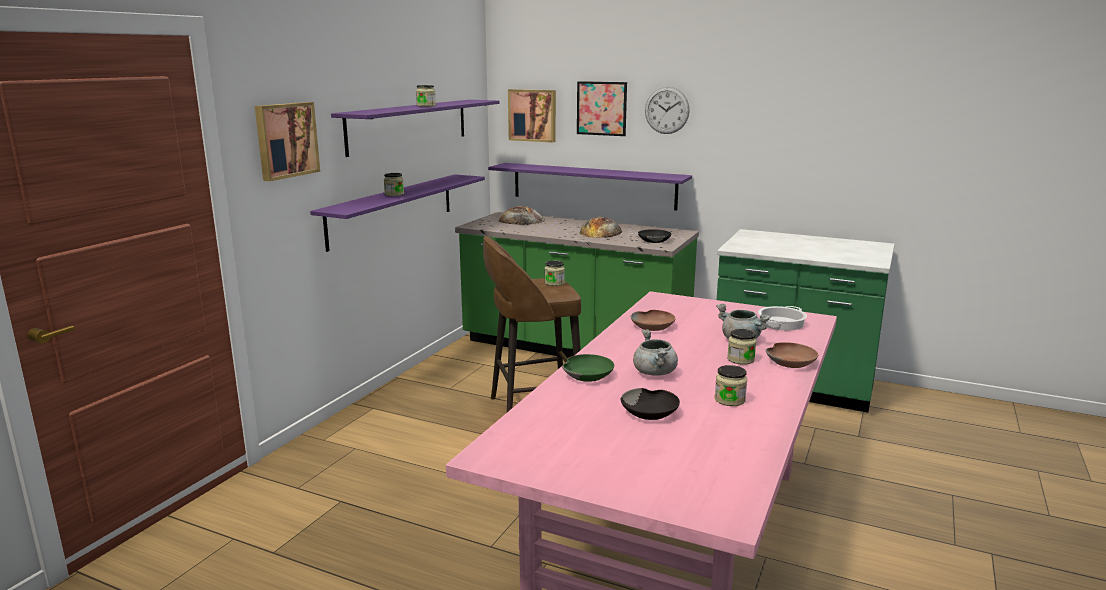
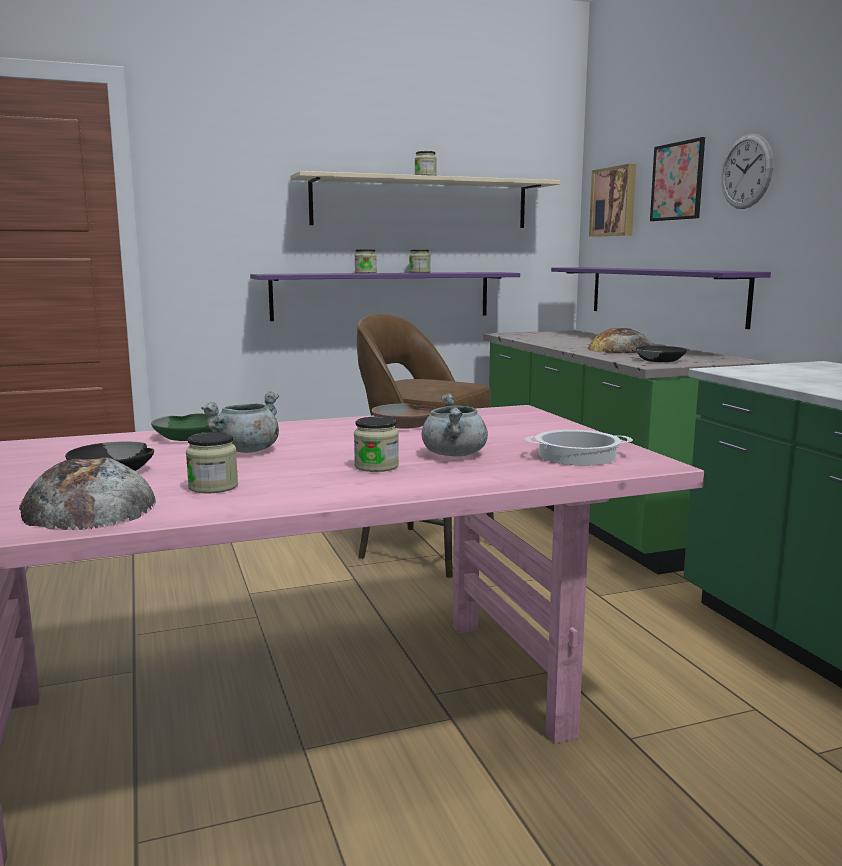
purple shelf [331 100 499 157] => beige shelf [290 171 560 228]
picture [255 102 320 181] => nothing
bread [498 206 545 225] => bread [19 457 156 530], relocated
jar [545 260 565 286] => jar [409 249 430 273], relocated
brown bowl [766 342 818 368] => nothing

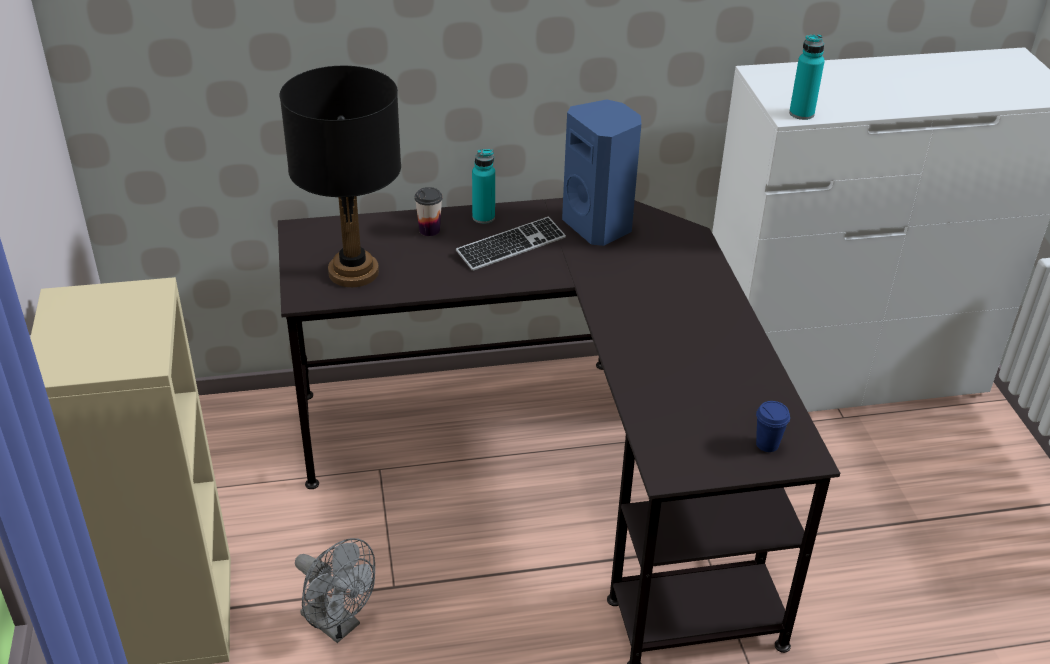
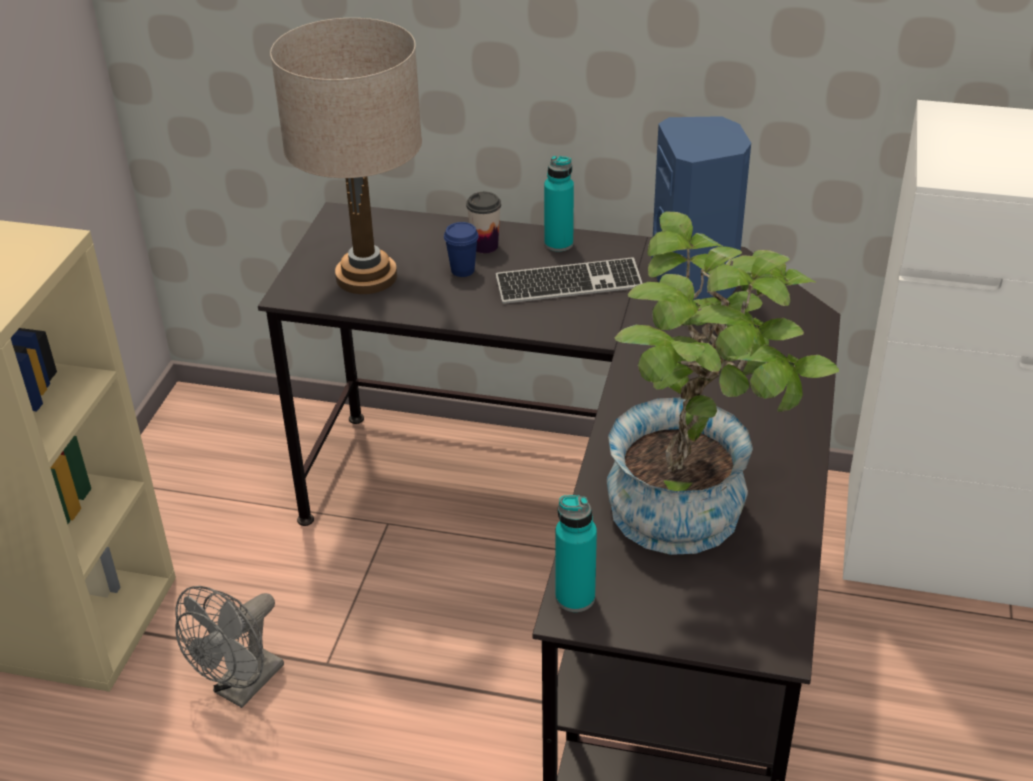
turquoise bottle [789 34 825 120] => turquoise bottle [555 495 597 612], relocated
black table lamp [280 66 401 287] => beige table lamp [270 18 422 294]
blue cup [756 401 790 452] => blue cup [444 222 479 277], relocated
grey fan [295 538 375 643] => grey fan [175 586 284 708], 60 degrees clockwise
nothing => potted plant [607 212 839 555]

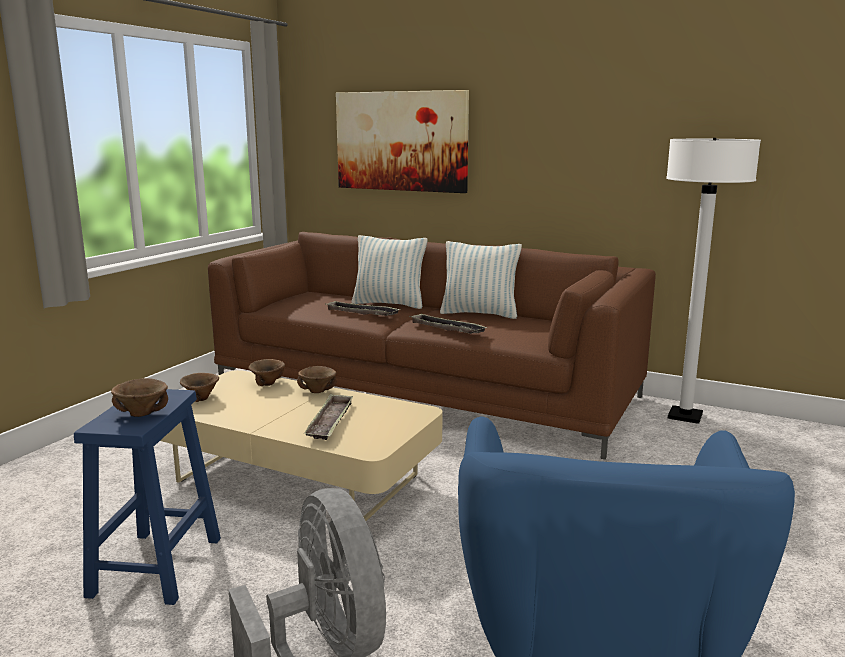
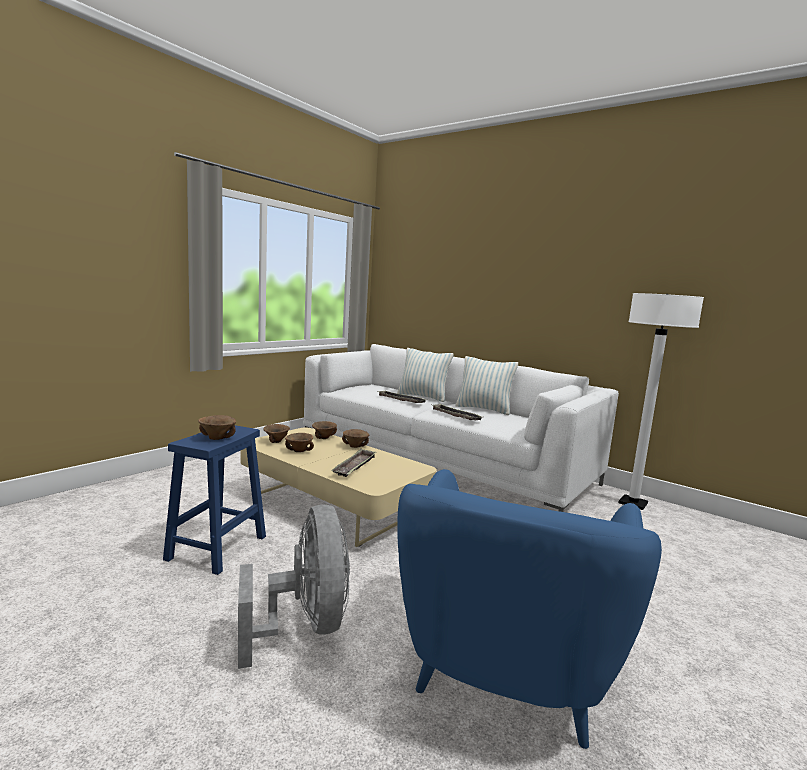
picture [336 90 469 193] => nothing
brown sofa [208 232 656 460] => white sofa [303 344 619 512]
nothing => brown bowl [285 433 314 452]

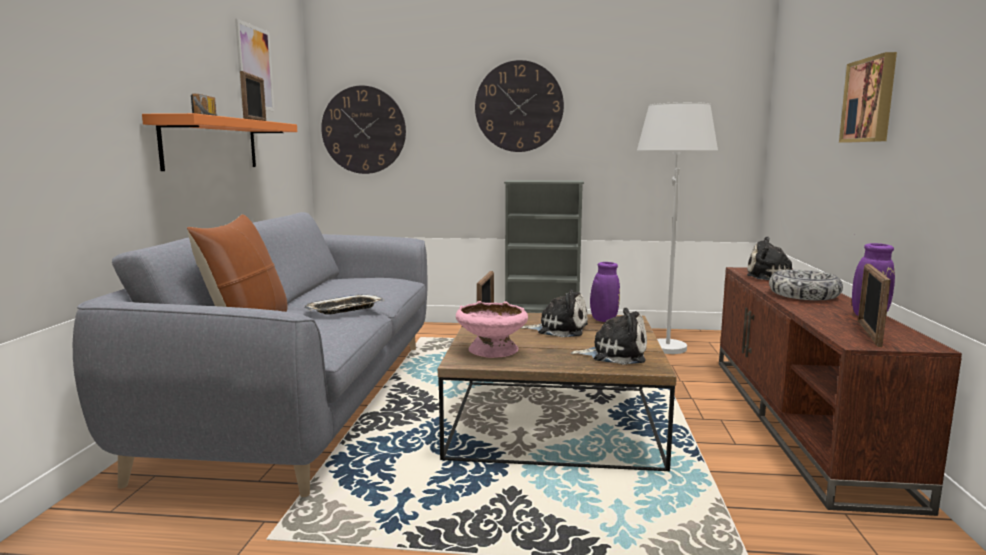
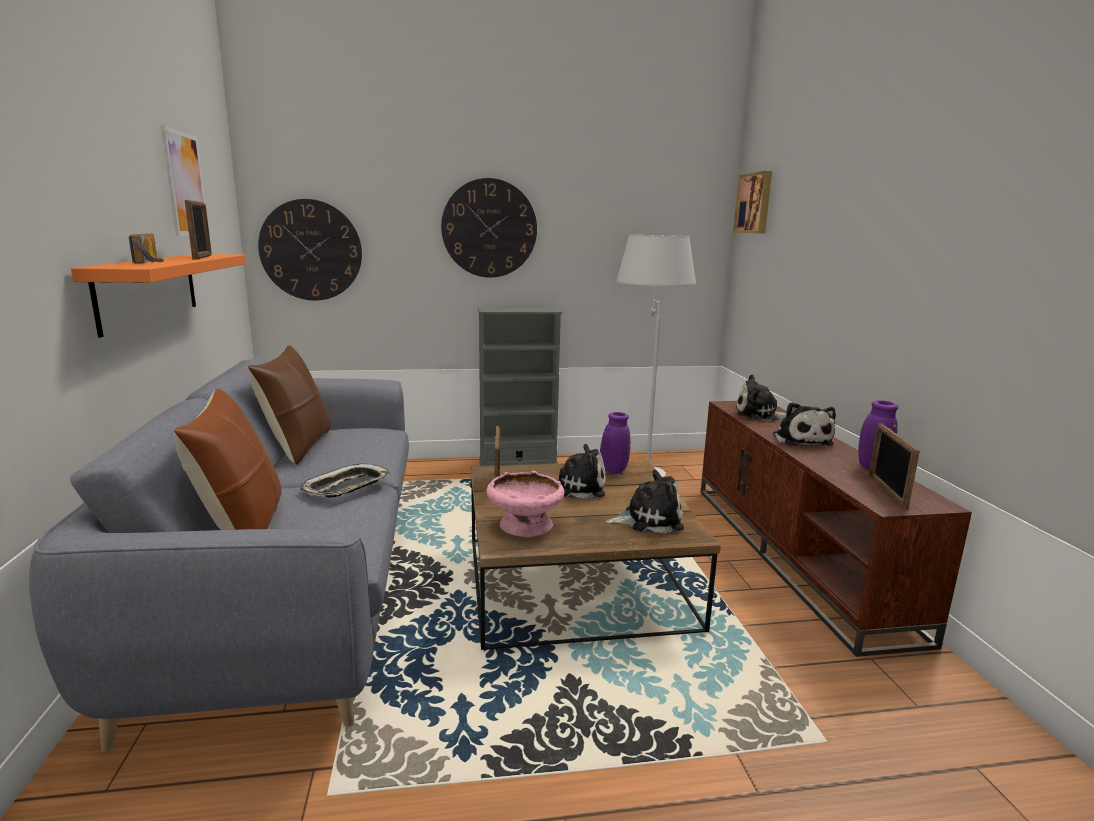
picture [839 52 897 143] => picture [733 171 772 233], relocated
bowl [769 270 843 300] => plush toy [773 402 836 446]
nothing => brown pillow [248 345 331 465]

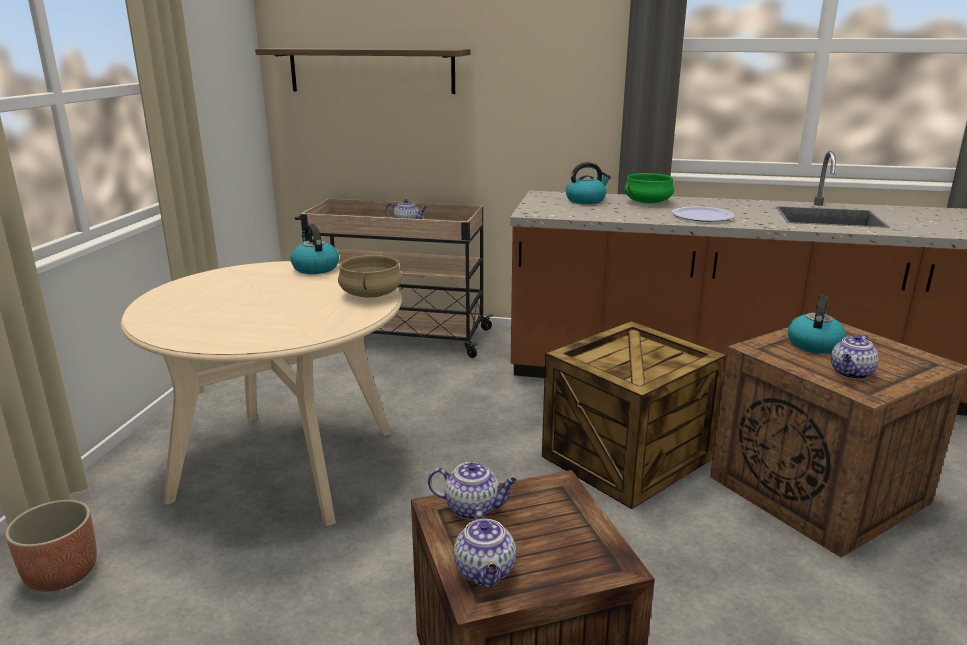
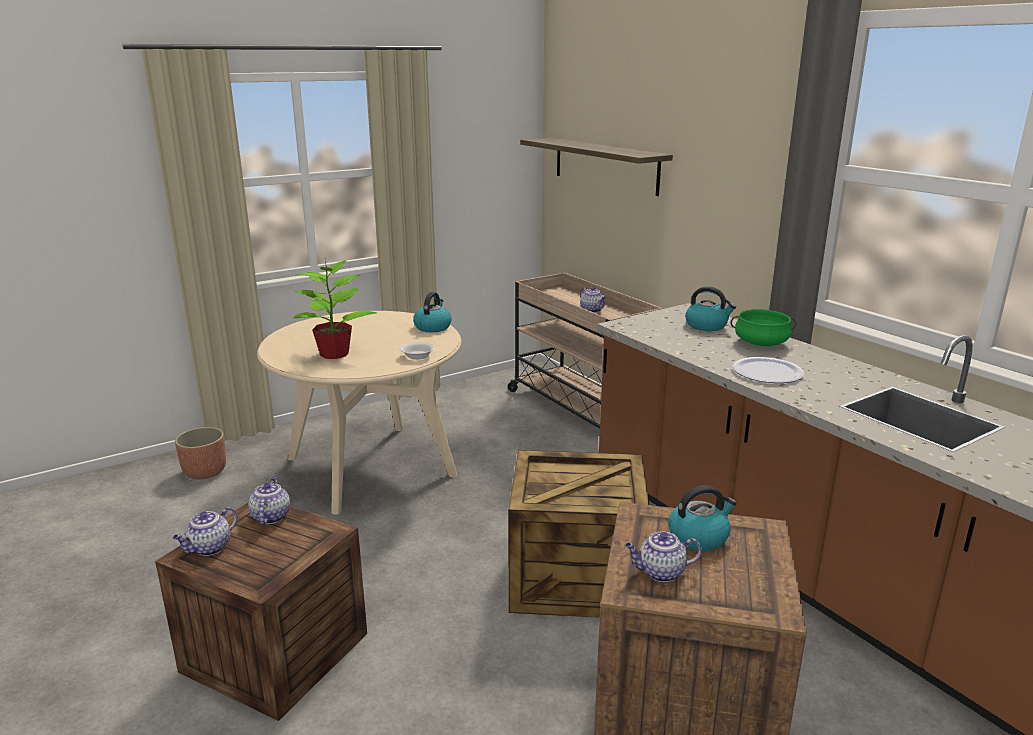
beige cooking pot [338 255 402 298] => white bowl [400 342 435 360]
teapot [428 462 517 520] => teapot [248 476 290 524], 150 degrees counterclockwise
nothing => potted plant [294 259 376 359]

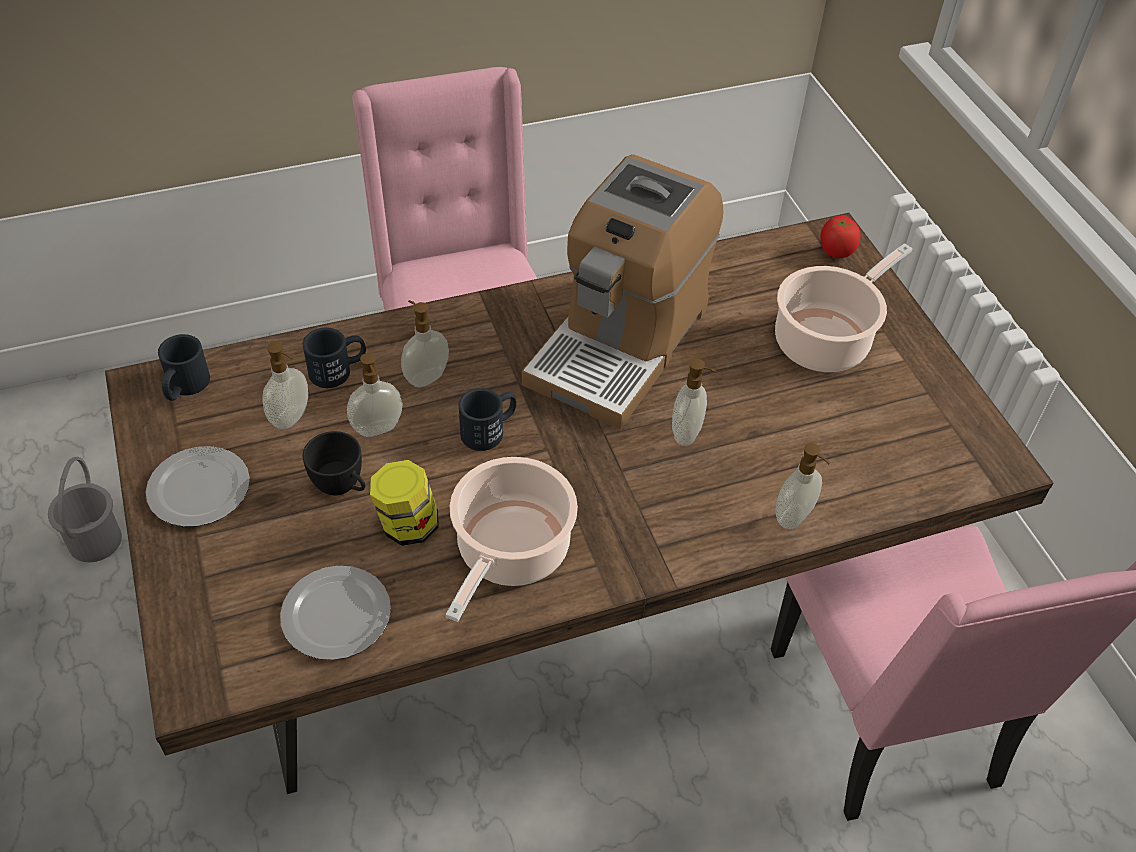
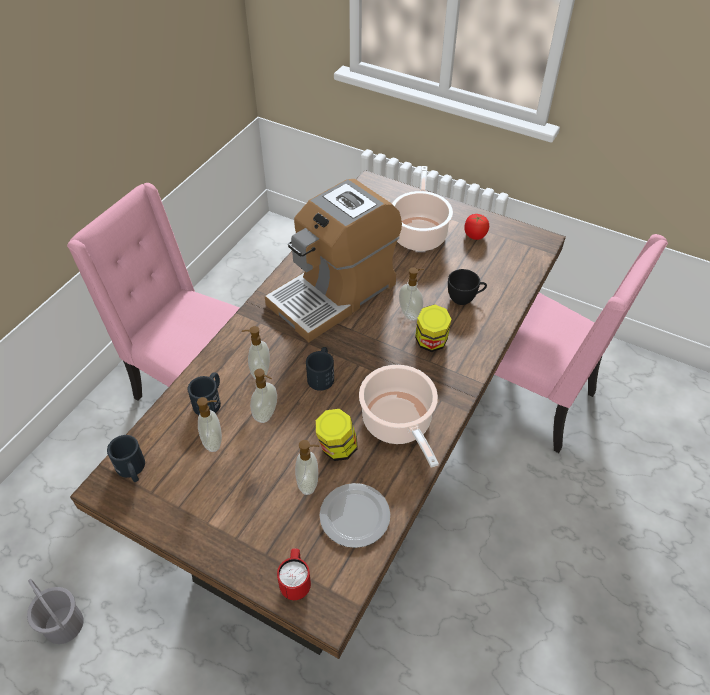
coffee machine [522 154 723 429] => coffee machine [265 179 402 342], 60 degrees clockwise
tomato [820 216 860 258] => tomato [464 214 489 240], relocated
black cup [303 431 365 495] => black cup [448 269 487 305], relocated
soap dispenser [775 443 830 529] => soap dispenser [295 440 319 495], relocated
plate [146 446 250 527] => nothing
nothing => jar [415 304 451 352]
nothing => red mug [277 548 311 600]

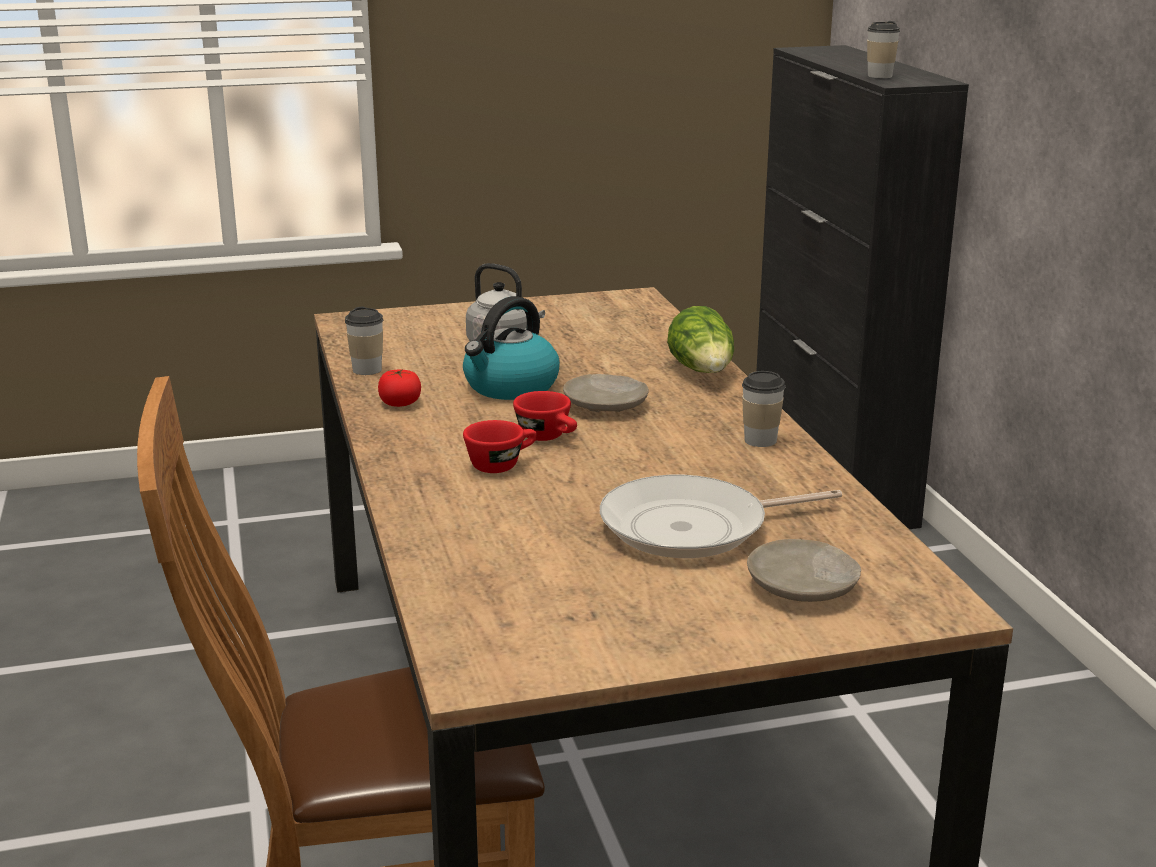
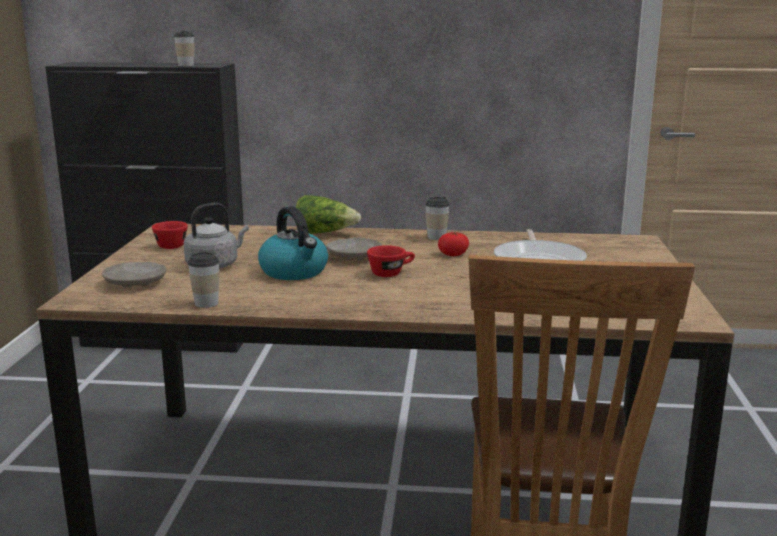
tomato [378 369 421 407] => tomato [438 232 469 256], relocated
red cup [463 420 537 473] => red cup [152 221 188 249], relocated
beige plate [747 539 861 602] => beige plate [102 262 166 288], relocated

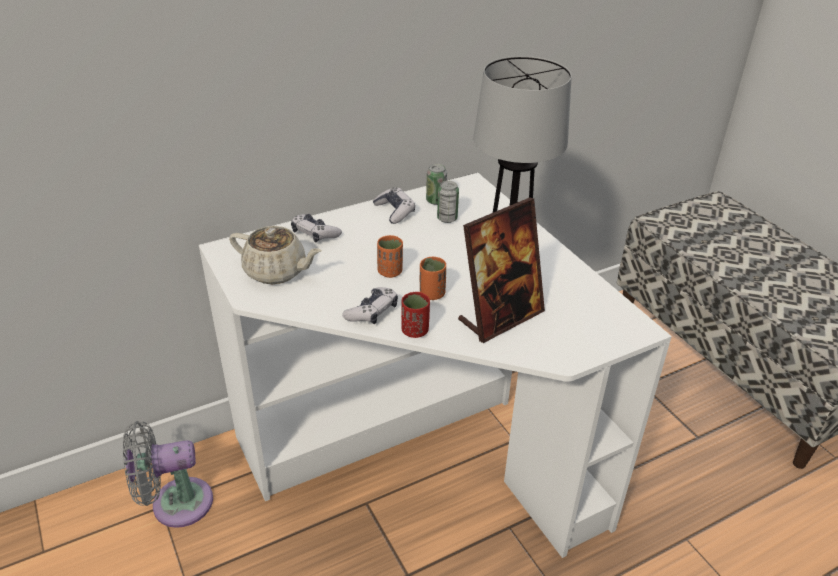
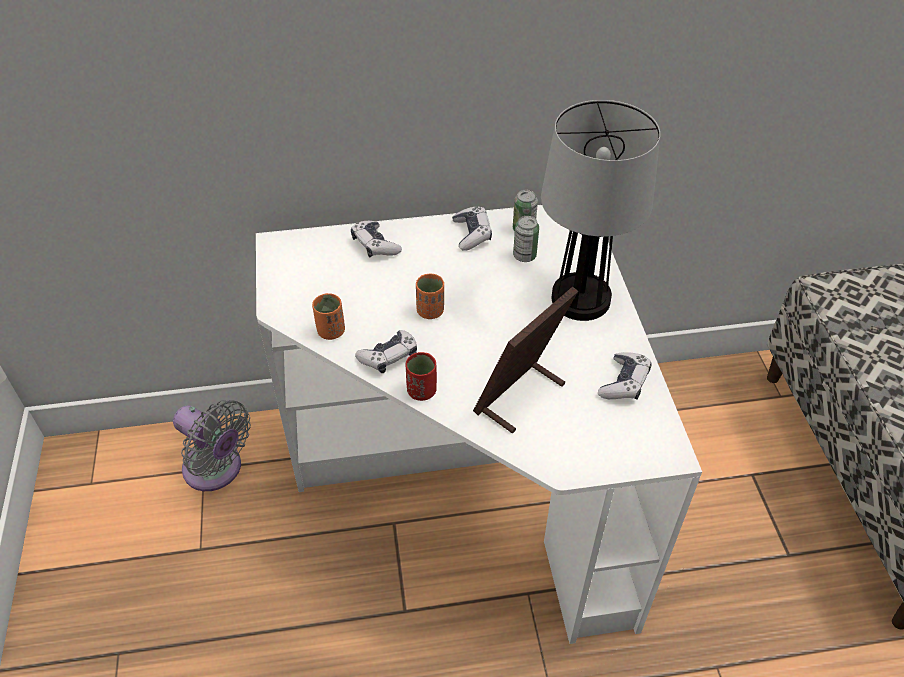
picture frame [458 197 545 343] => picture frame [473 287 578 433], 150 degrees clockwise
beige teapot [229 226 322 284] => nothing
orange cup [420 257 446 300] => orange cup [312 293 345 340], relocated
grey fan [123 421 213 528] => grey fan [173 400 251 491], 150 degrees counterclockwise
nothing => game controller [598 352 651 400]

